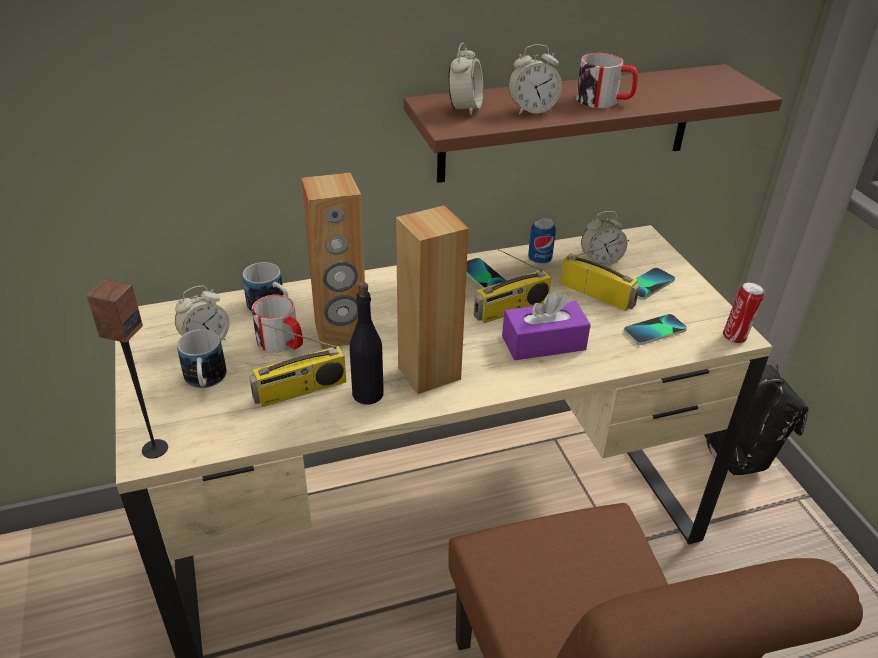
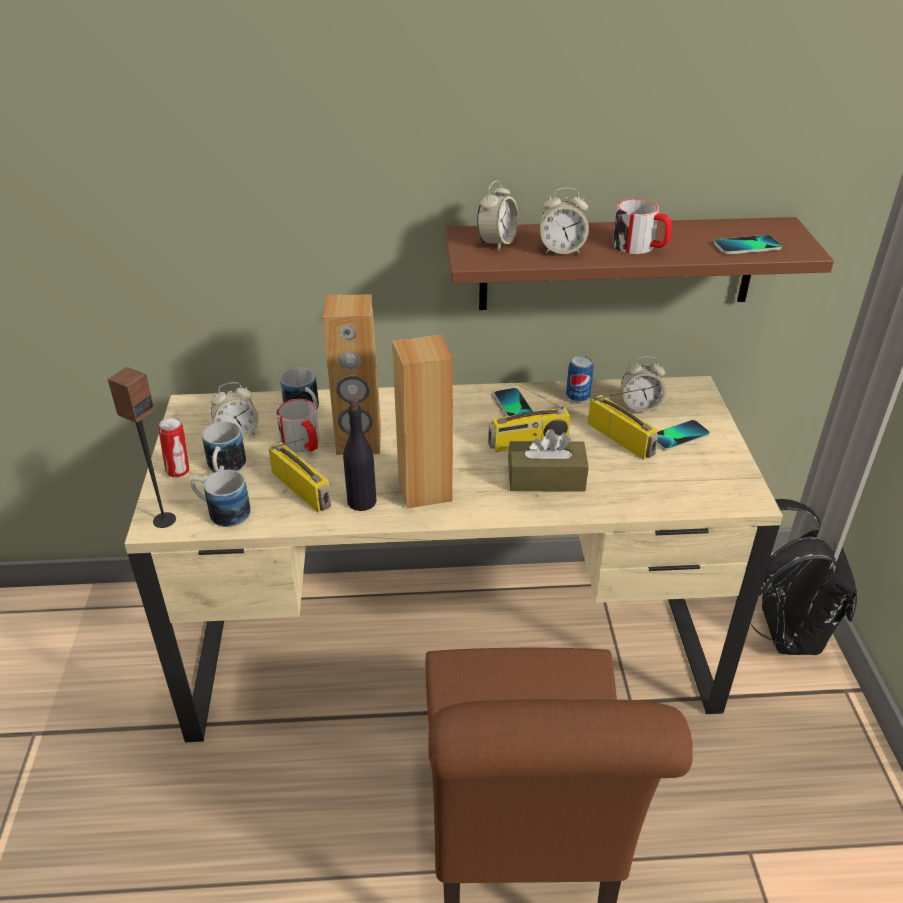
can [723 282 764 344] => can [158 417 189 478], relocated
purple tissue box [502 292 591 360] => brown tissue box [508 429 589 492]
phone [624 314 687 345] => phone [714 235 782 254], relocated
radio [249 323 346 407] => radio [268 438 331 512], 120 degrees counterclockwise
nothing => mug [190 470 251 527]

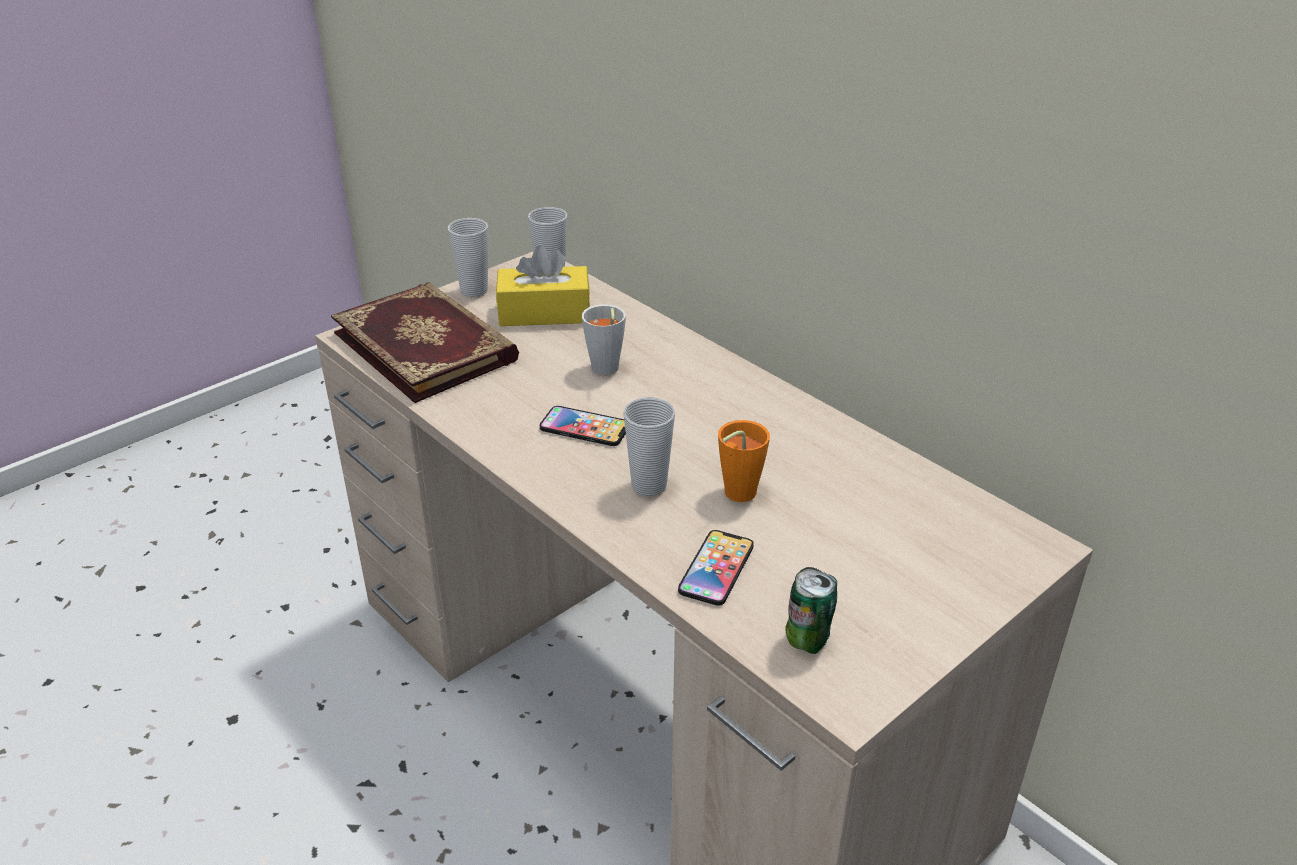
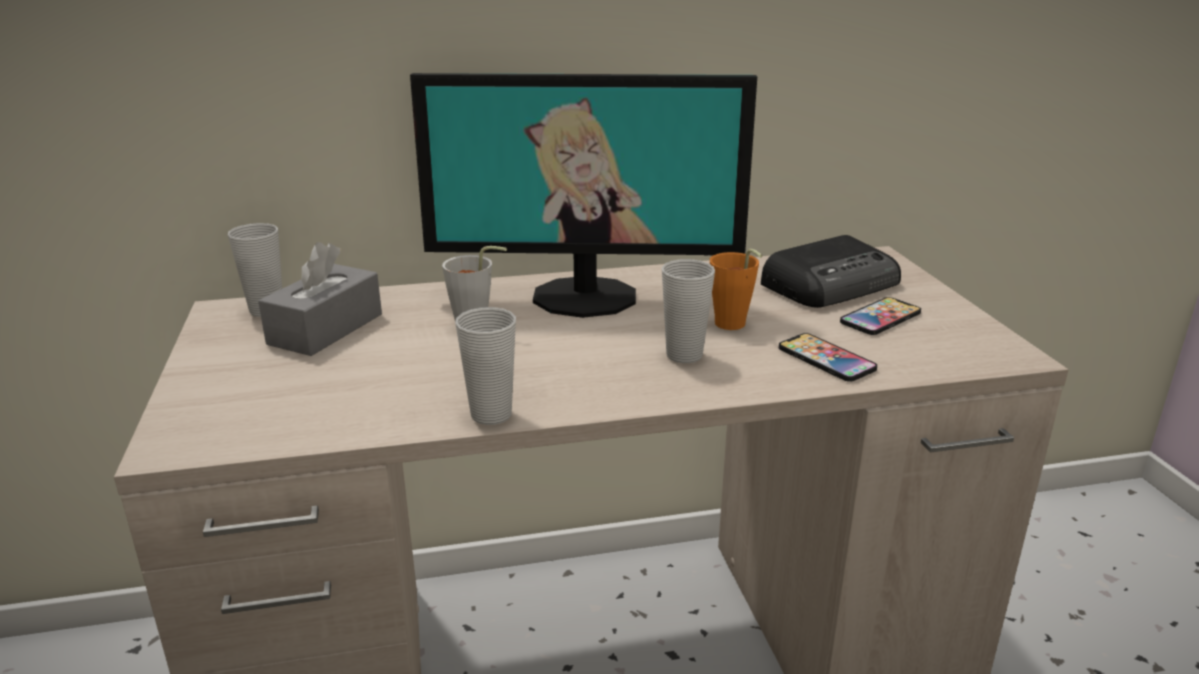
cup [448 218 488 297] => cup [455 307 516 425], relocated
yellow tissue box [496 245 590 326] => grey tissue box [258 242 382 356]
book [331 282 519 403] => nothing
phone [540 406 626 446] => phone [840 297 921 335], relocated
can [785 567 837 654] => nothing
nothing => monitor [410 73 757 318]
nothing => radio [761 235 901 308]

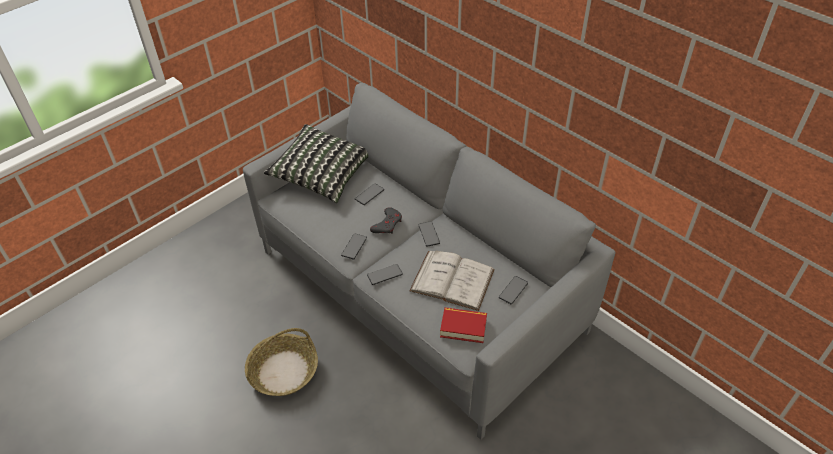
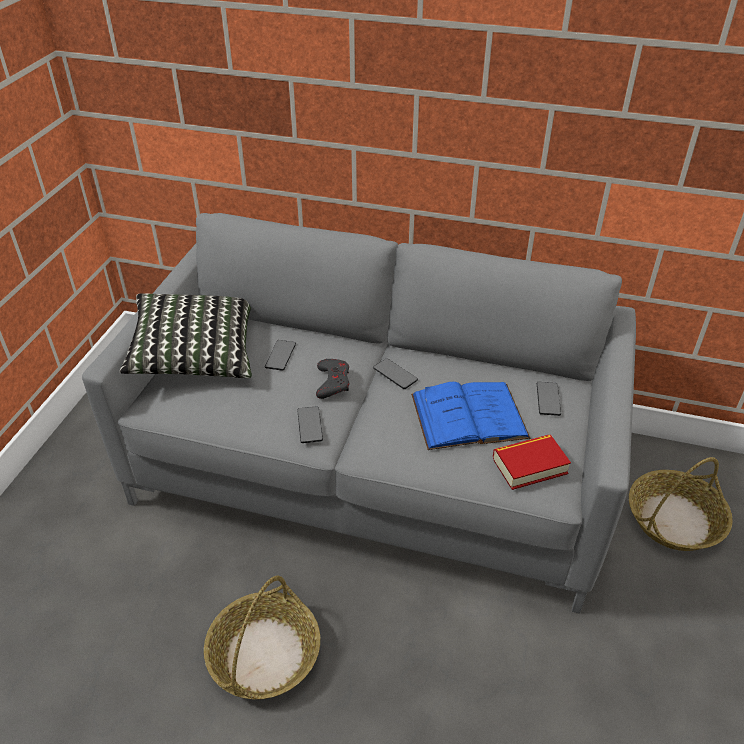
white book [409 251 495 311] => blue book [411 382 530 450]
phone [367 264 403 285] => nothing
nothing => basket [629 457 733 551]

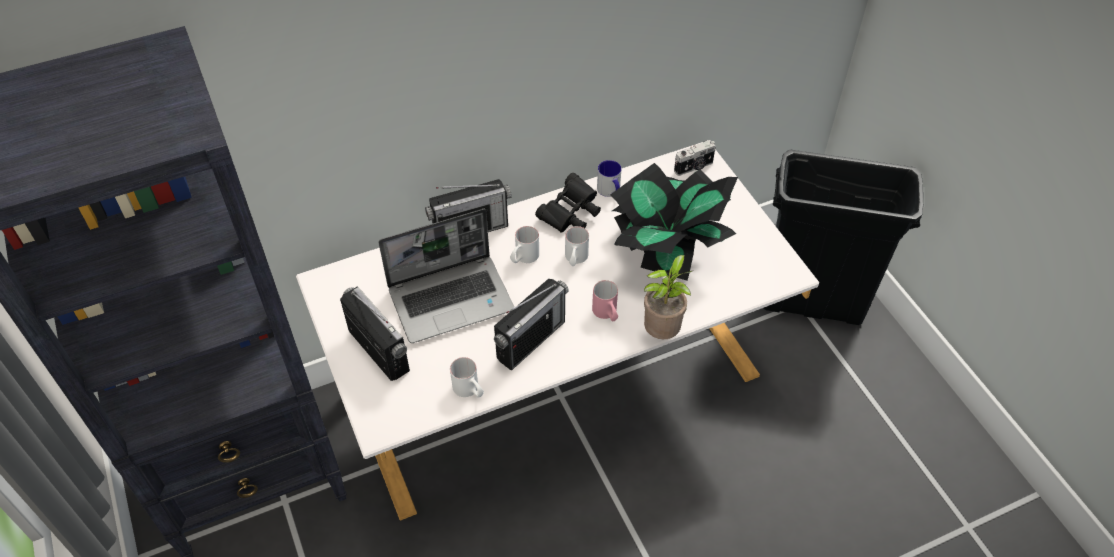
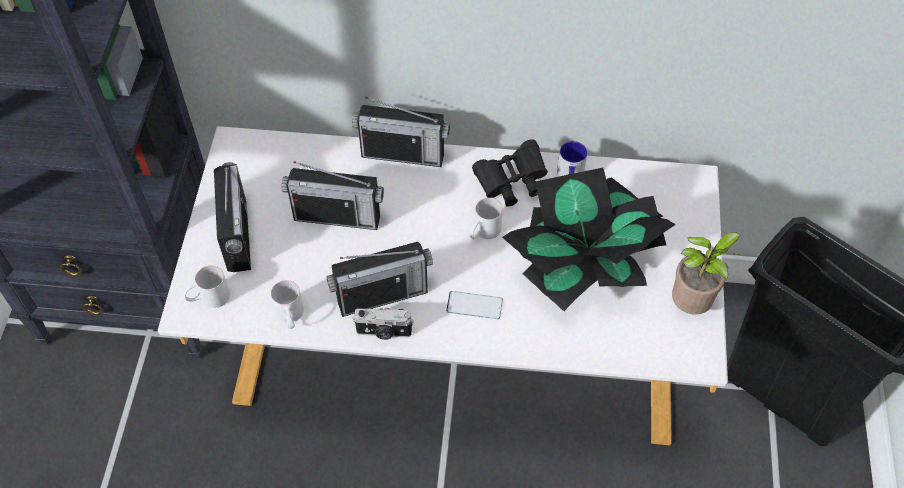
photo camera [674 140 716 176] => photo camera [353 308 414 340], relocated
laptop [378 209 514 343] => radio [281 161 384 230]
white mug [510 226 539 263] => white mug [183 265 230 308], relocated
potted plant [644 255 692 339] => potted plant [672 232 741 315], relocated
pink mug [592 280 618 321] => phone [446 291 503 319]

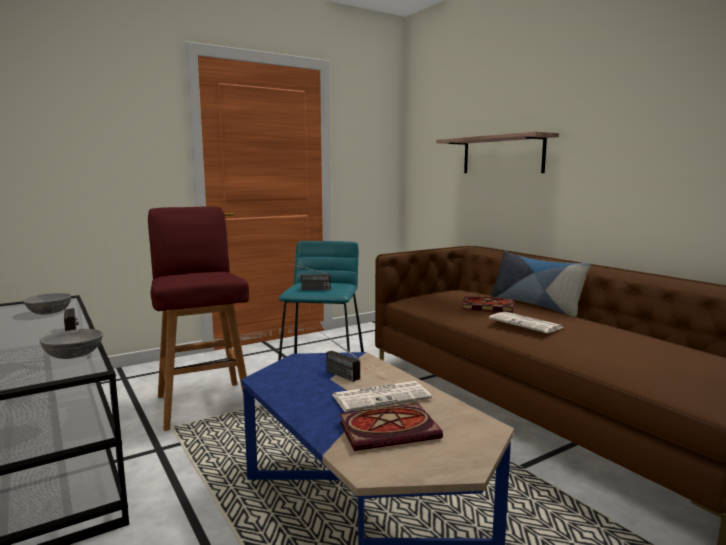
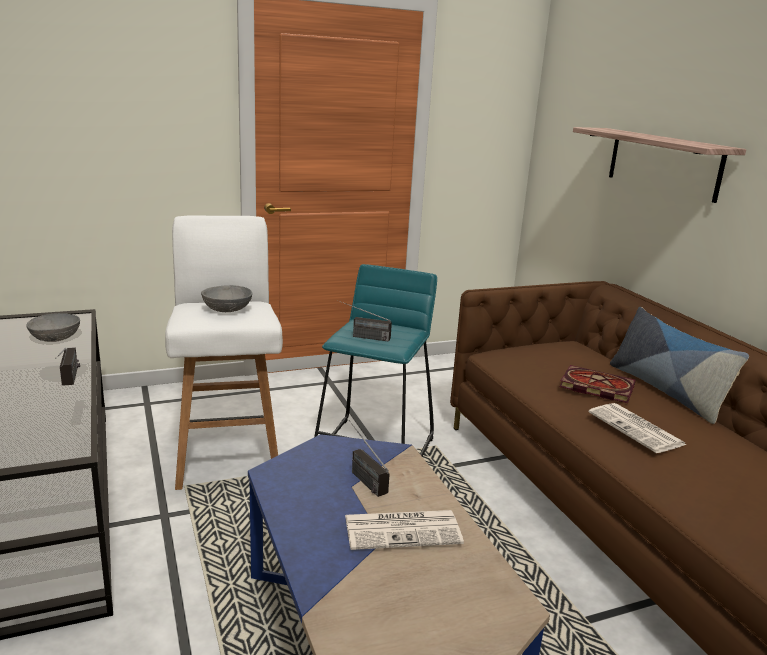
red stool [148 206 249 431] => white stool [165 215 283 490]
grey bowl [39 329 103 359] => grey bowl [201 285 252 312], relocated
book [339 403 443 451] => nothing

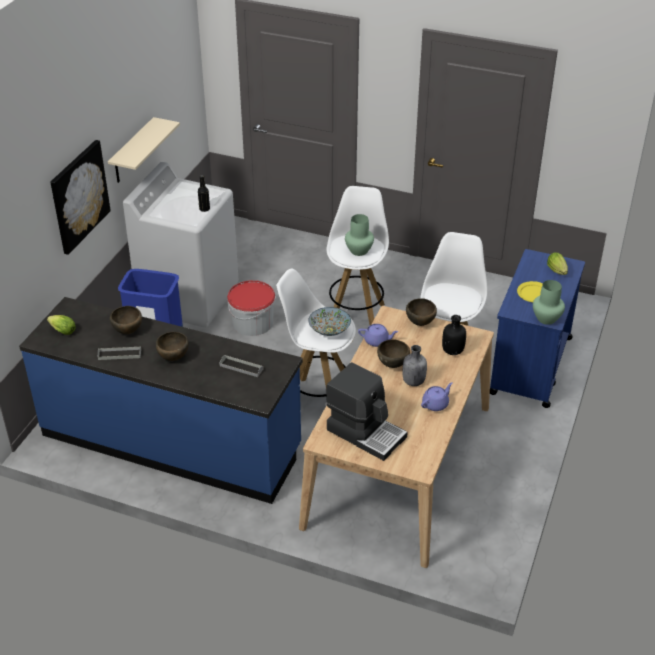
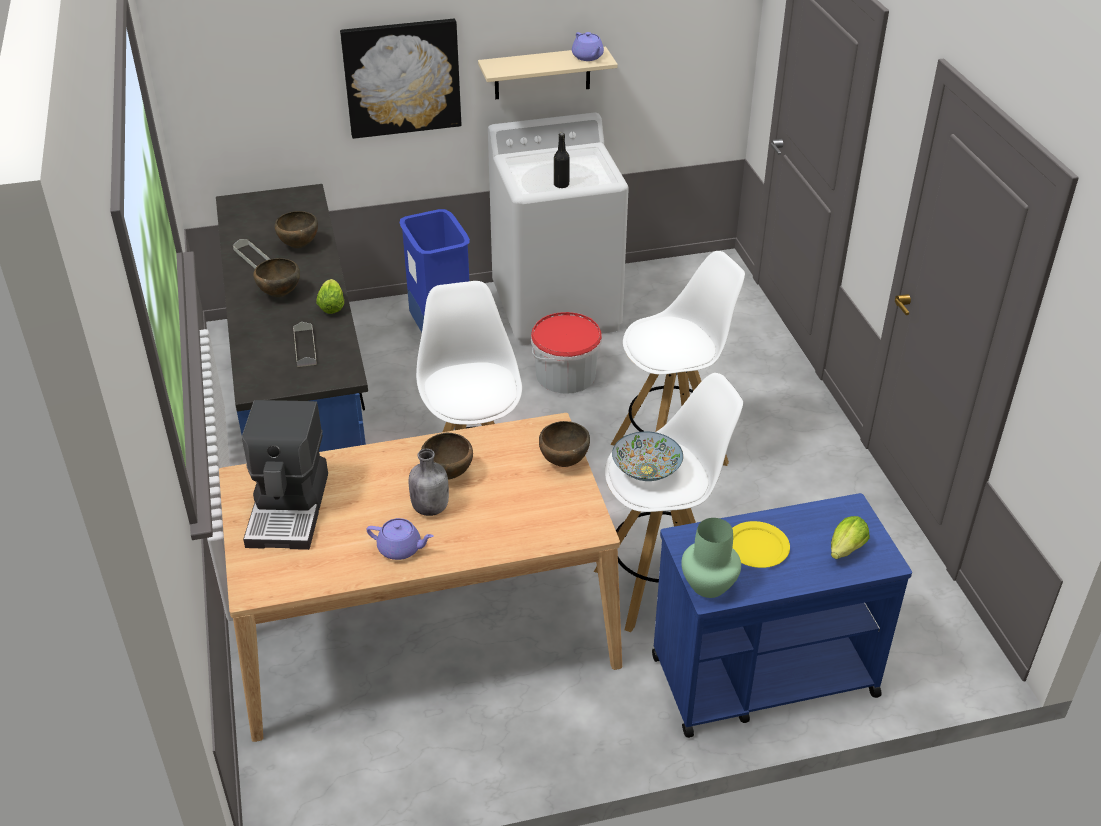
green vase [345 214 374 256] => nothing
bowl [308 307 351 336] => bowl [612 431 683 481], relocated
lettuce [47 315 76 335] => lettuce [316 279 344 314], relocated
black bottle [442 315 466 355] => nothing
purple teapot [358 324 398 347] => purple teapot [572 32 604 61], relocated

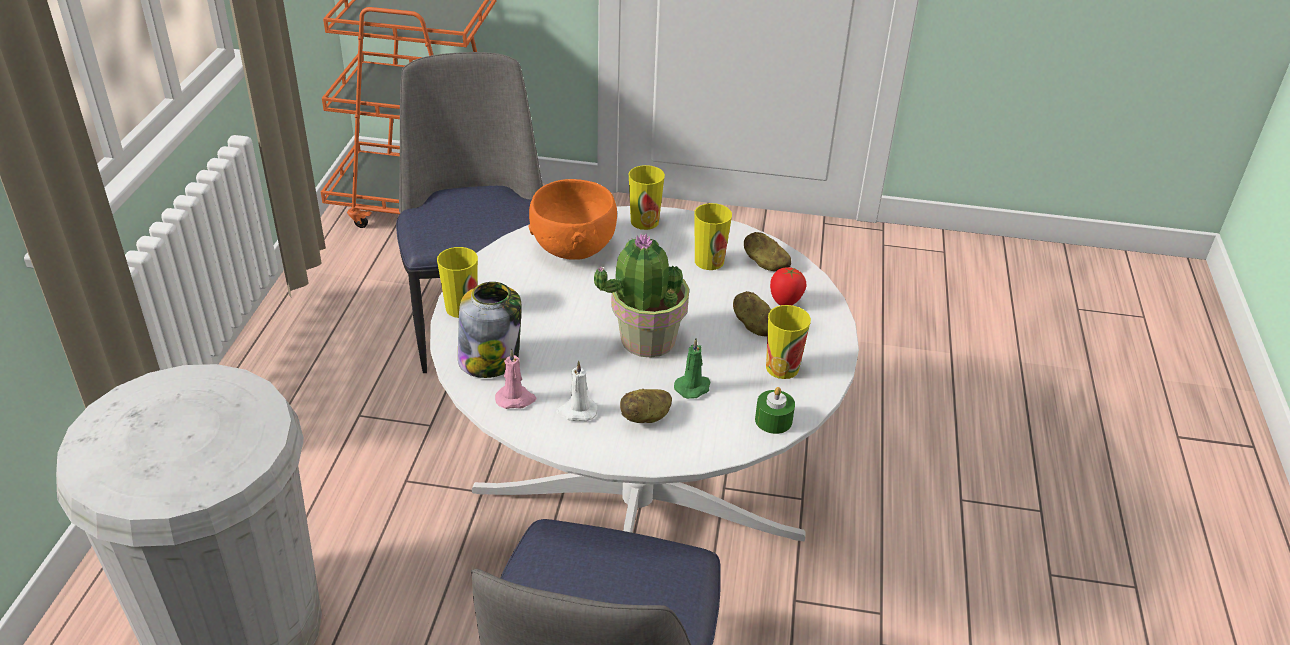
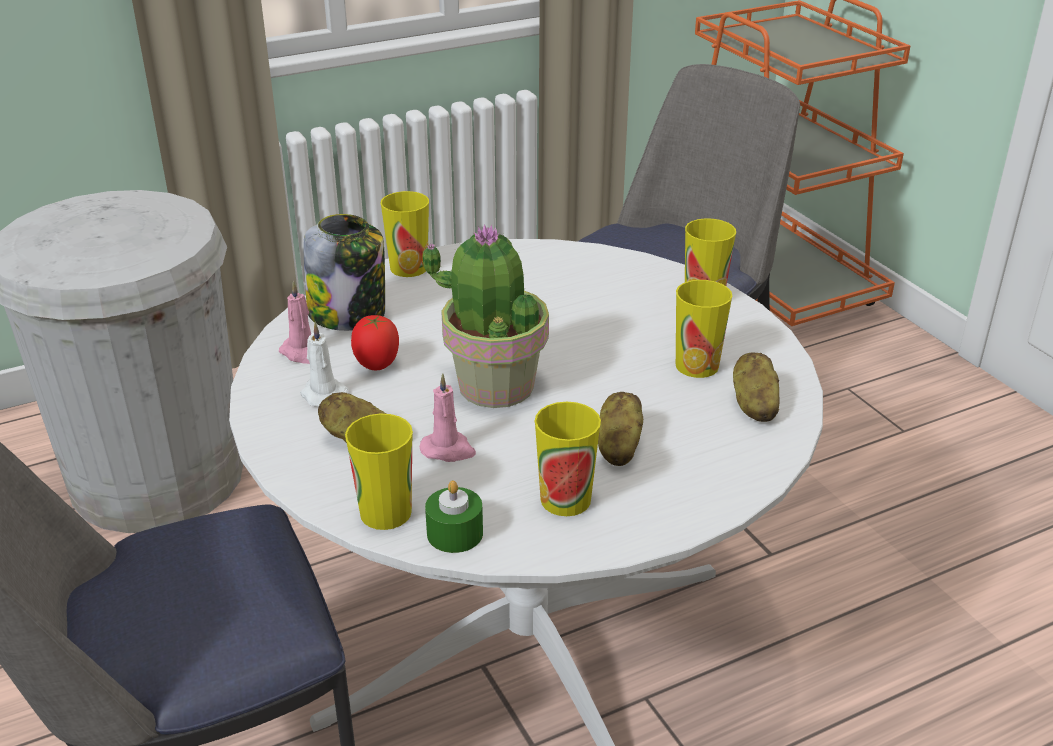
orange bowl [529 179 617 260] => nothing
tomato [770 267 807 305] => tomato [351 315 399 370], relocated
green candle [674 338 711 399] => pink candle [420 373 476 462]
nothing => cup [345 413 413 530]

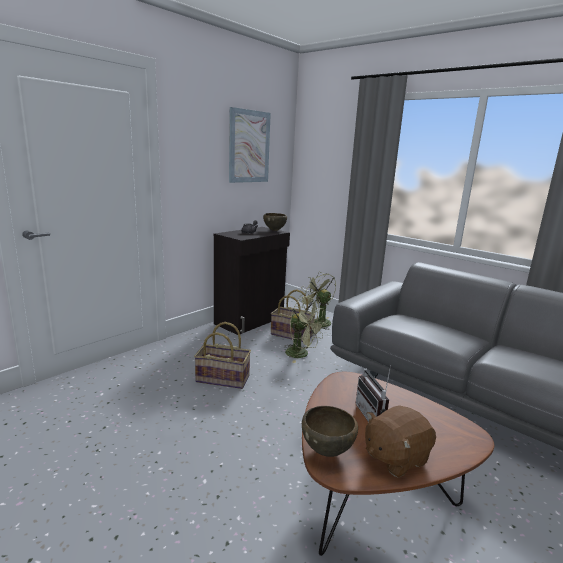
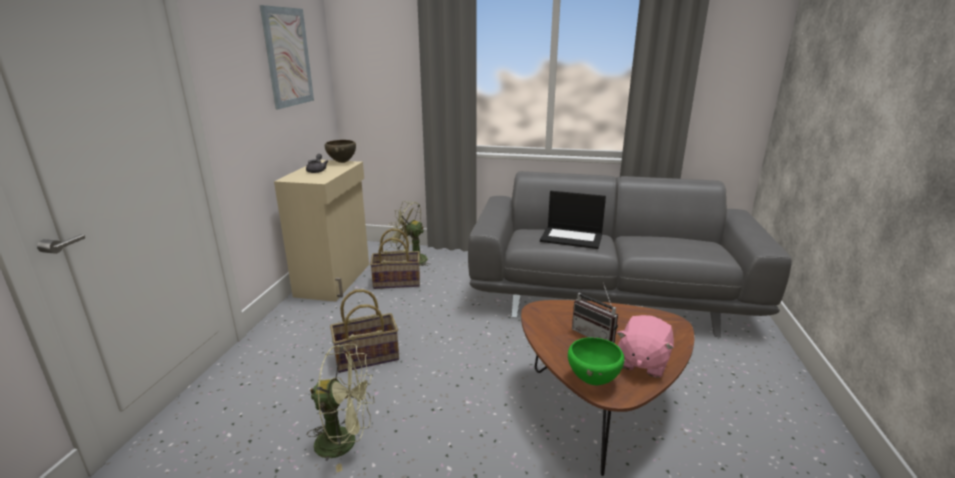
black cabinet [214 227 290 335] => beige cabinet [274 160 369 301]
green fan [285 296 326 363] => green fan [307 344 374 472], relocated
brown plush toy [365 405 436 478] => pink plush toy [617 315 674 378]
brown bowl [302 406 358 457] => green bowl [568 337 624 385]
nothing => laptop [540 191 606 249]

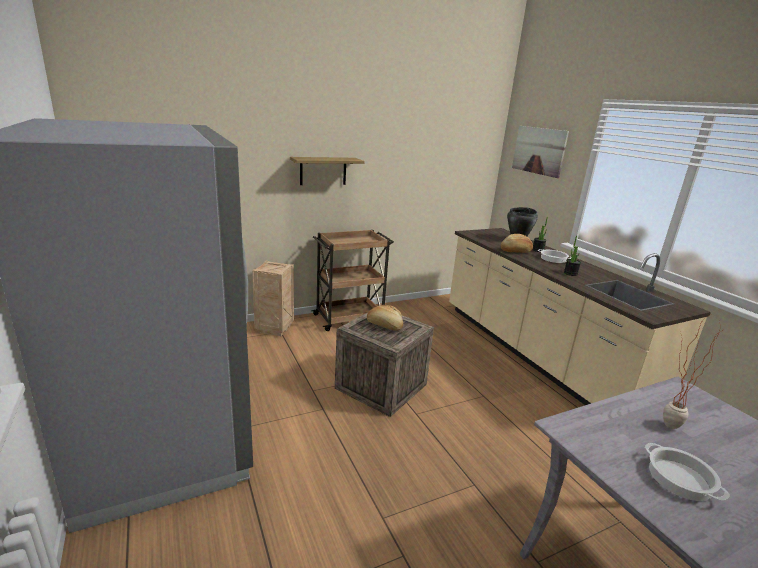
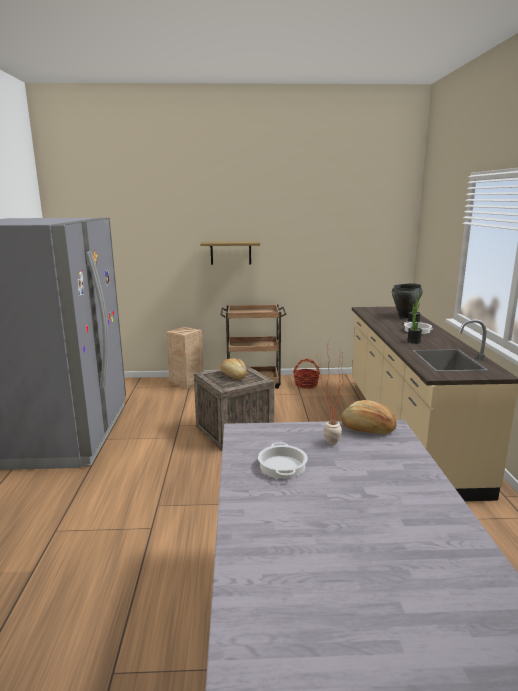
picture [512 126 569 178] => nothing
bread [501 234 533 253] => bread [341 400 397 434], relocated
nothing => basket [293 359 320 389]

